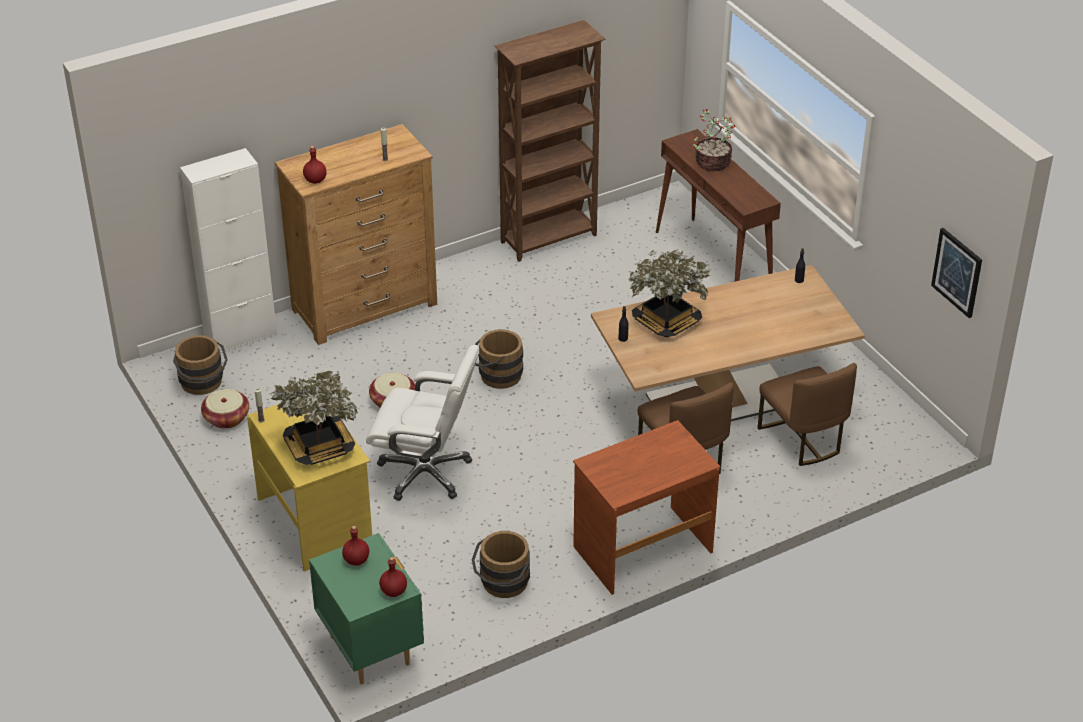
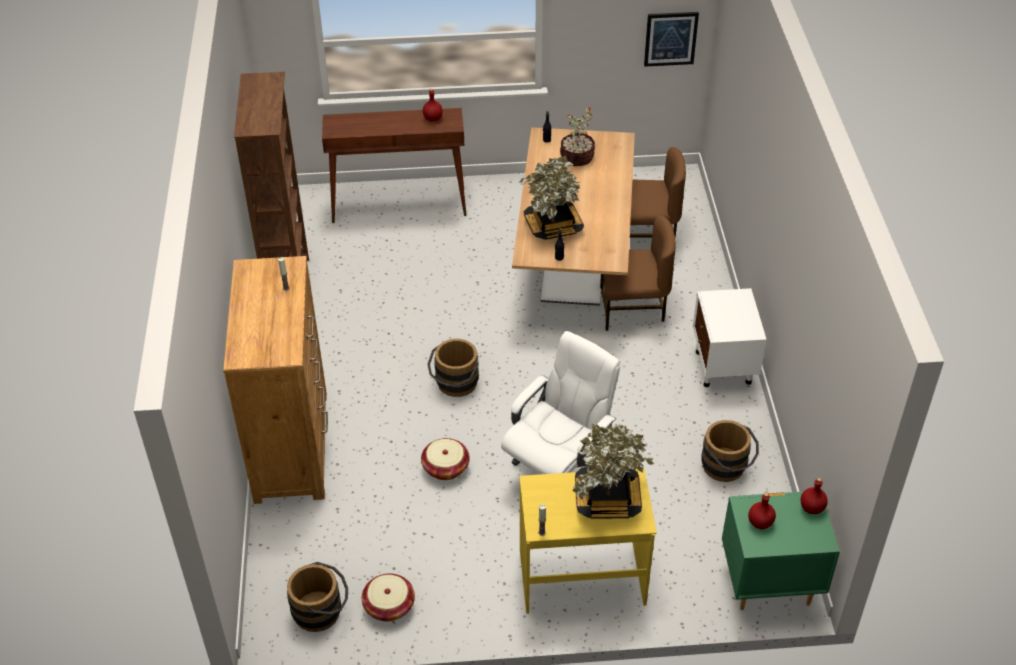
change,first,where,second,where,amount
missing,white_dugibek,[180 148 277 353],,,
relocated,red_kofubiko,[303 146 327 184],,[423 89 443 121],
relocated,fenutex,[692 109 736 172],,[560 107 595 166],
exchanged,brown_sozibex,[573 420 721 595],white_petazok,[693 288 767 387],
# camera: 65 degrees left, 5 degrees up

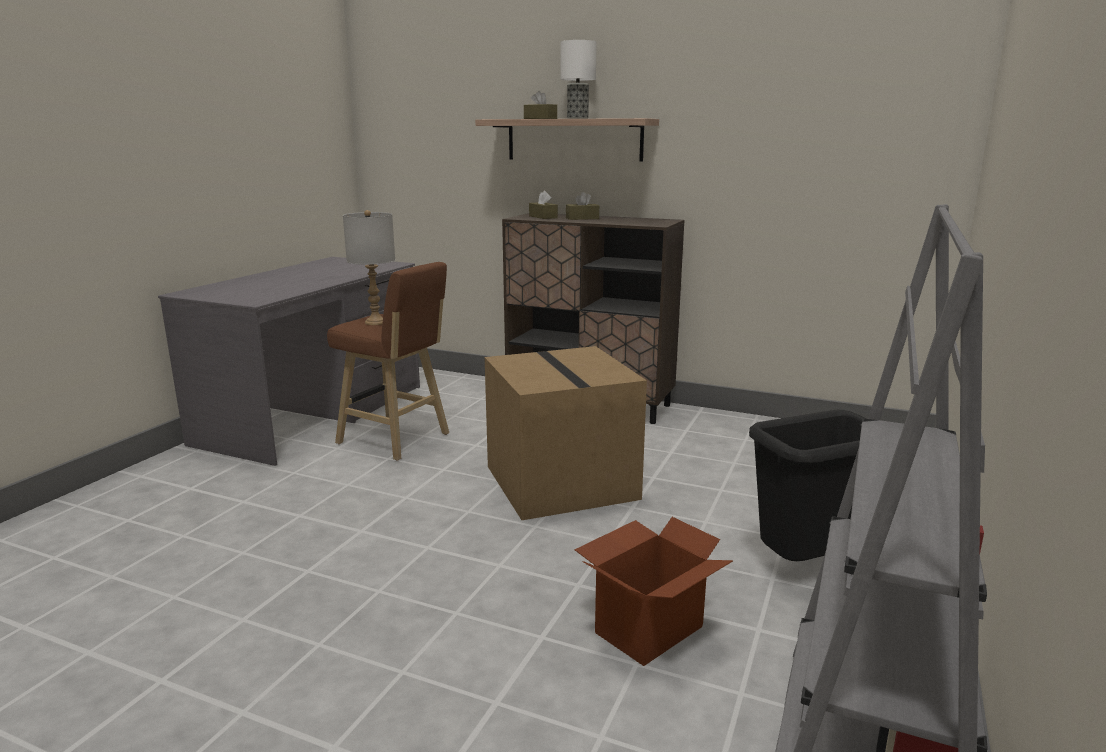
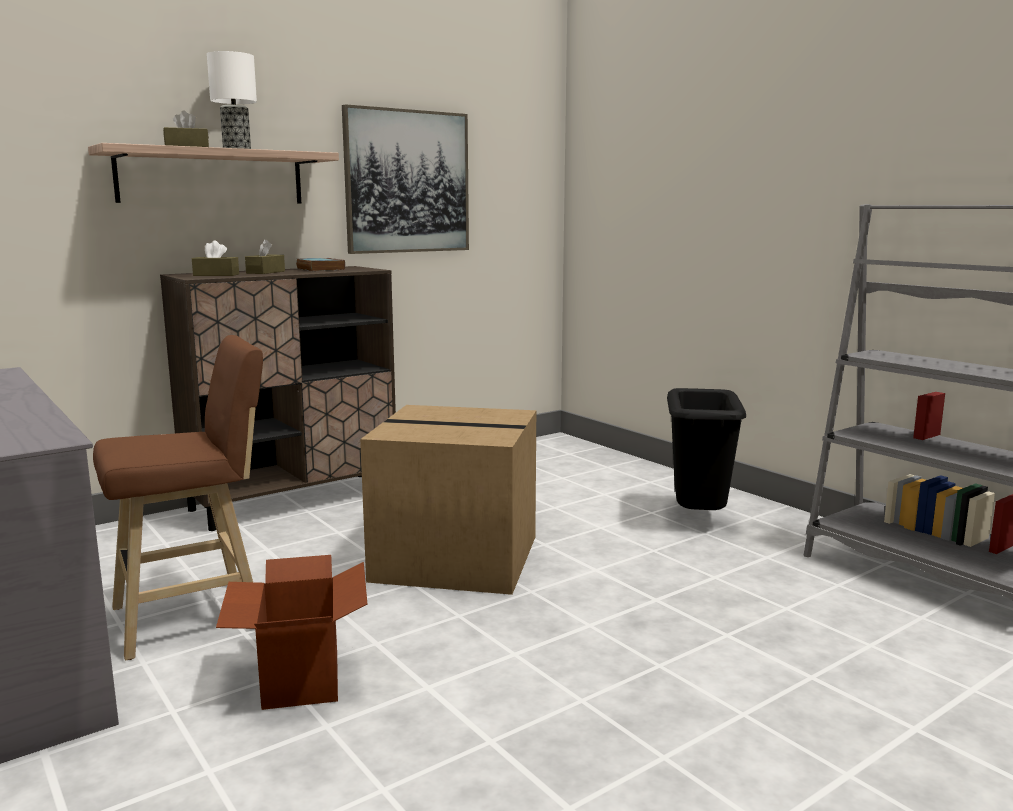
change,first,where,second,where,amount
missing,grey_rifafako,[343 210 395 325],,,
appeared,,,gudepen,[296 258 345 271],
appeared,,,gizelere,[342 104 469 254],
relocated,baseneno,[574 517 733 666],,[216 555 368 710],
# camera: 60 degrees left, 5 degrees down

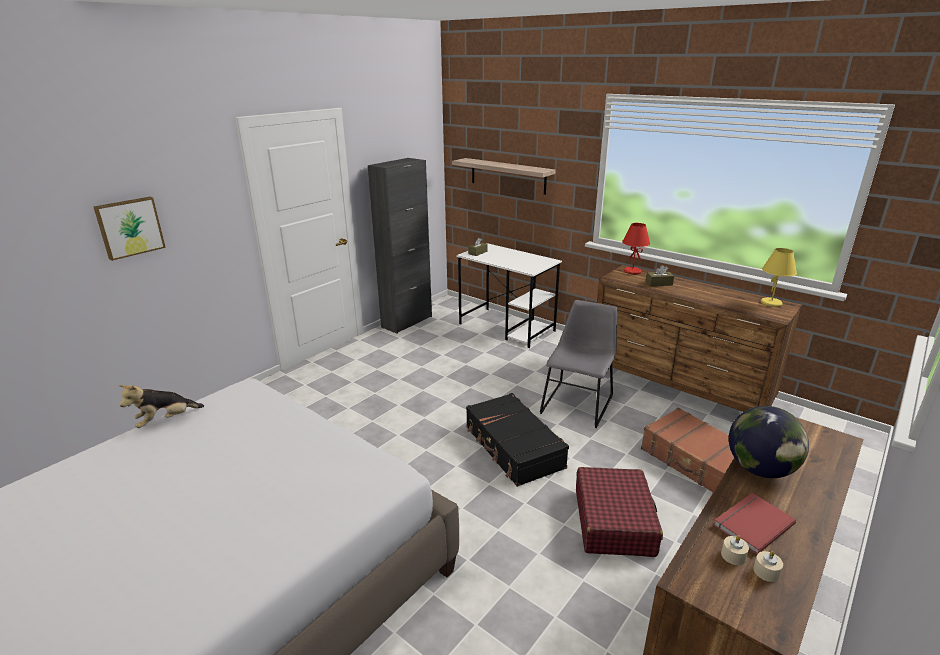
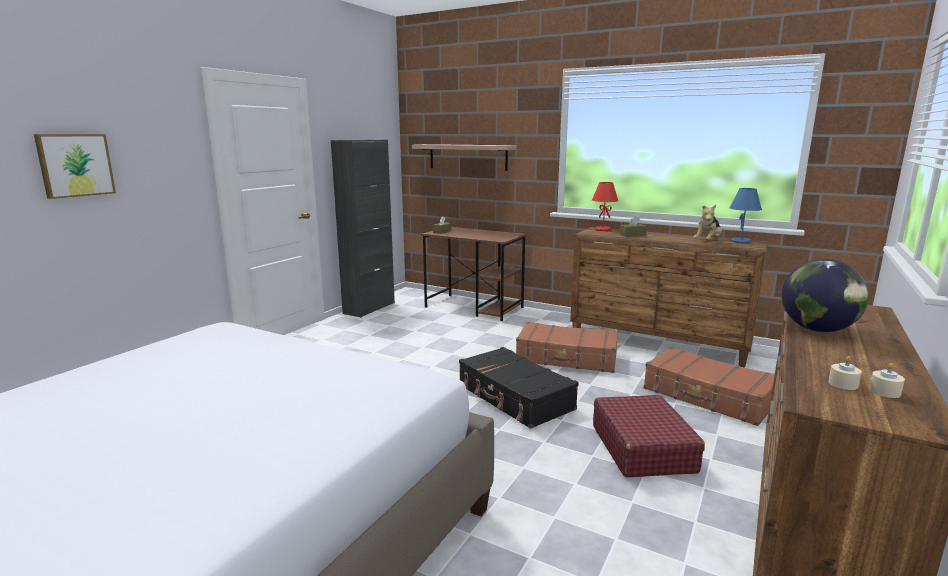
change,first,where,second,where,amount
missing,red_gudepen,[713 493 796 555],,,
relocated,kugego,[118 385 204 428],,[693 205 722 240],
exchanged,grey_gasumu,[540 300 617 428],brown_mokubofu,[516 322 618 373],
colour,white_sozibex,[456 243 562 348],brown_sozibex,[421 227 527 321],
colour,yellow_rifafako,[761 248 797 307],blue_rifafako,[729 188 762 243],
# camera: 10 degrees left, 10 degrees down

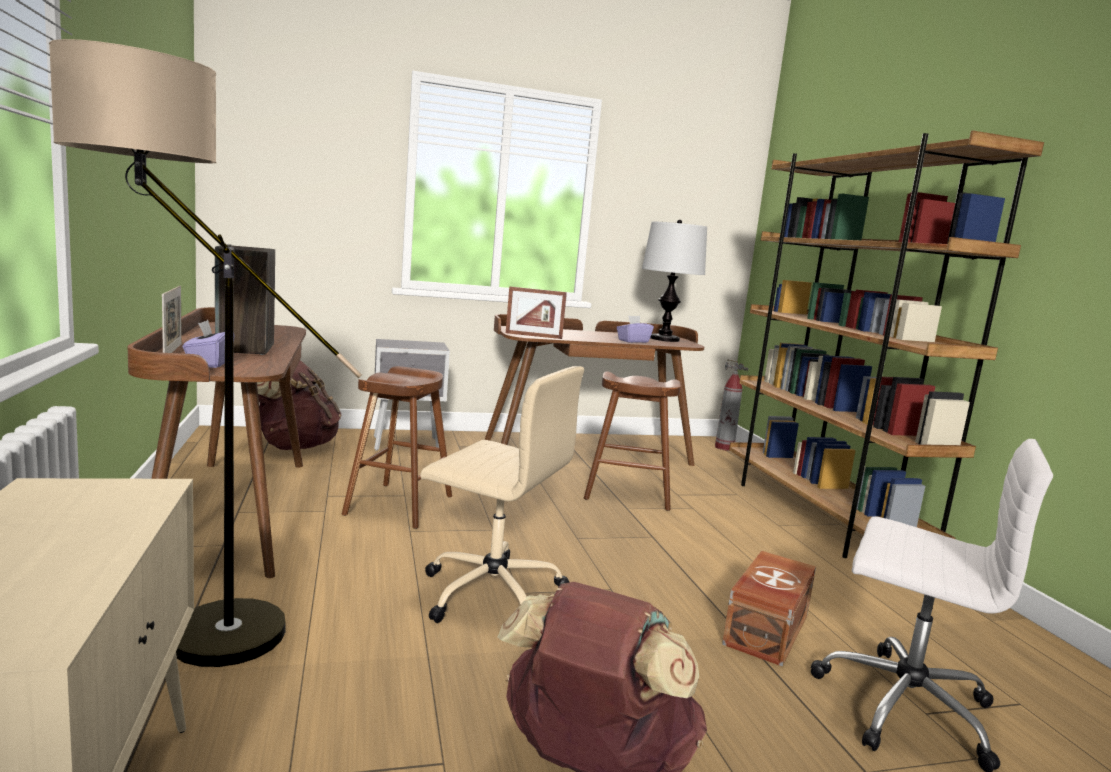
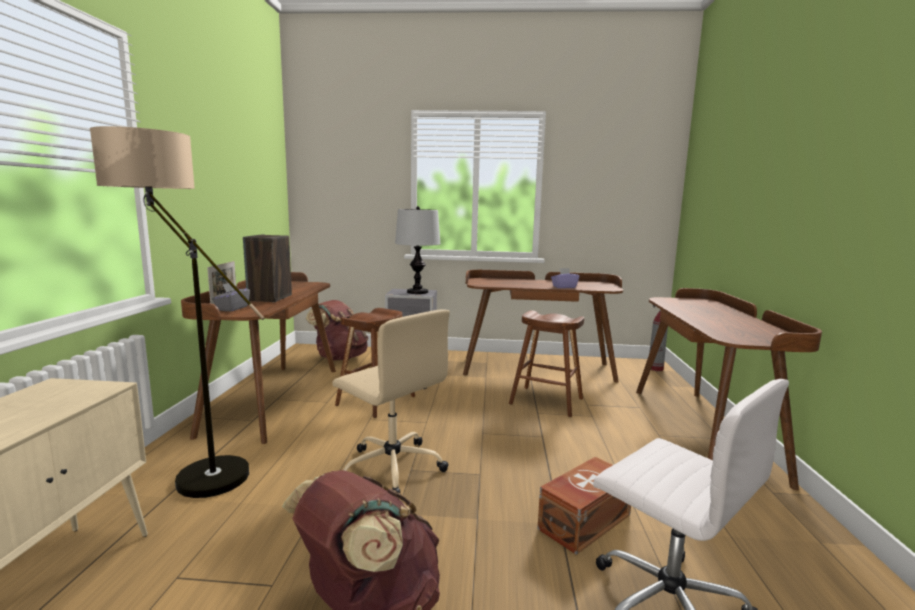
change,first,where,second,where,amount
missing,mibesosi,[506 286 567 339],,,
relocated,rifafako,[642 220 707 342],,[395 206 441 294],
exchanged,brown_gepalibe,[729 131 1044 558],brown_sozibex,[636 288 822 490],
colour,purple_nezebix,[183 320 235 368],grey_nezebix,[212 282 250 311],
# camera: 20 degrees right, 0 degrees up

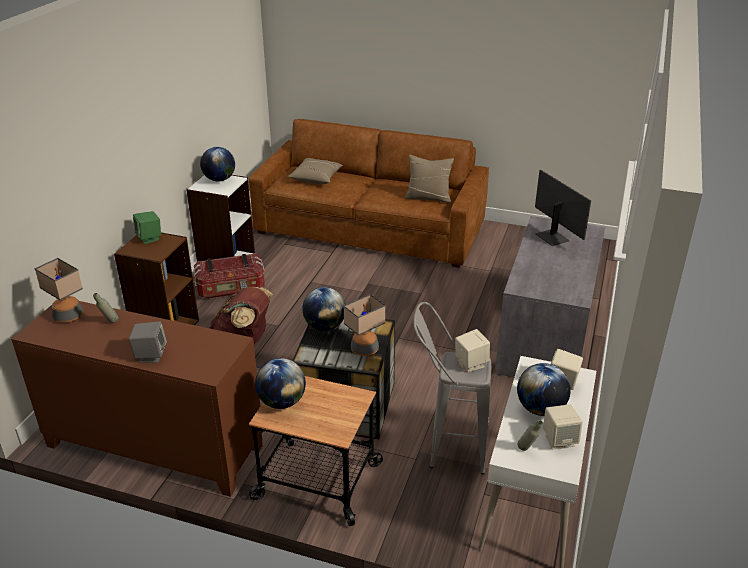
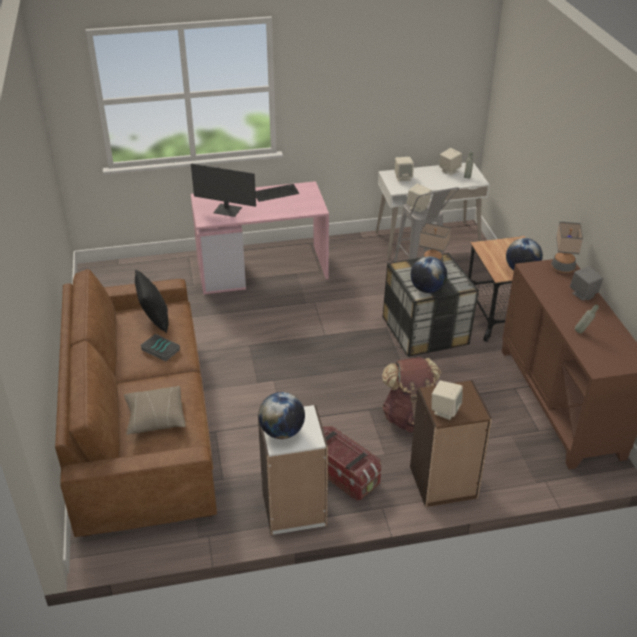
change,first,where,second,where,amount
missing,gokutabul,[517 363 571 416],,,
appeared,,,gudepen,[141 334 180 361],
appeared,,,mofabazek,[255 184 299 202],
relocated,rifafako,[35 258 83 323],,[551 222 583 273],
colour,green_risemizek,[133 211 161 244],beige_risemizek,[432 381 463 420],
colour,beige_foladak,[405 155 454 203],black_foladak,[135 269 168 333],
colour,grey_sozibex,[495 216 605 378],pink_sozibex,[191 181 329 294],
spun,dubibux,[535 170 591 246],,[191 163 256 217],105 degrees counterclockwise
# camera: 120 degrees left, 5 degrees up

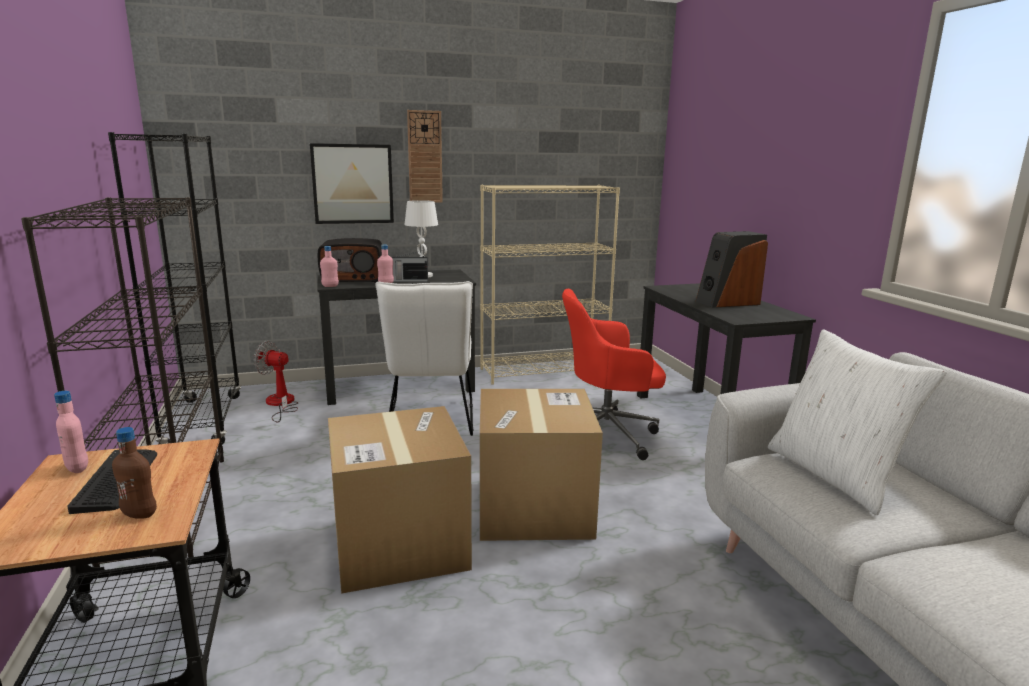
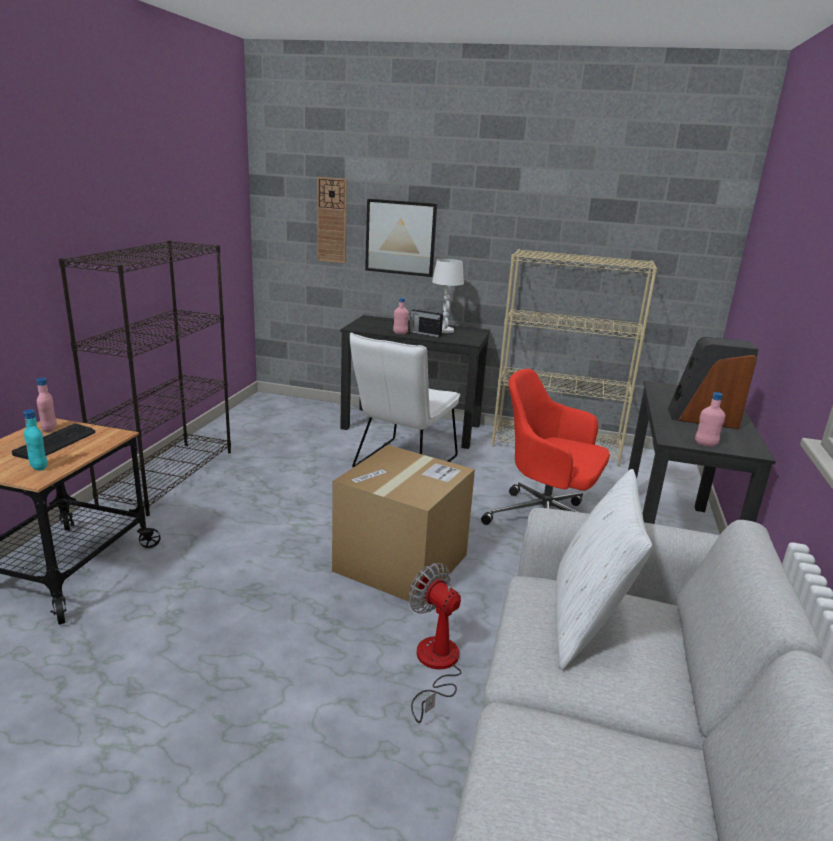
change,first,where,second,where,amount
missing,black_gepalibe,[108 132 241 445],,,
missing,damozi,[318 238 382 282],,,
missing,baseneno,[328 406 472 594],,,
relocated,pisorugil,[253 341 298 422],,[409 563 462 723],
relocated,pink_kofubiko,[320 246 339 287],,[695 392 725 447],
relocated,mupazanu,[407 110 443 203],,[317 177 347 263],
colour,brown_kofubiko,[112 427 157 519],turquoise_kofubiko,[24 410 47 471],
# camera: 30 degrees right, 5 degrees up

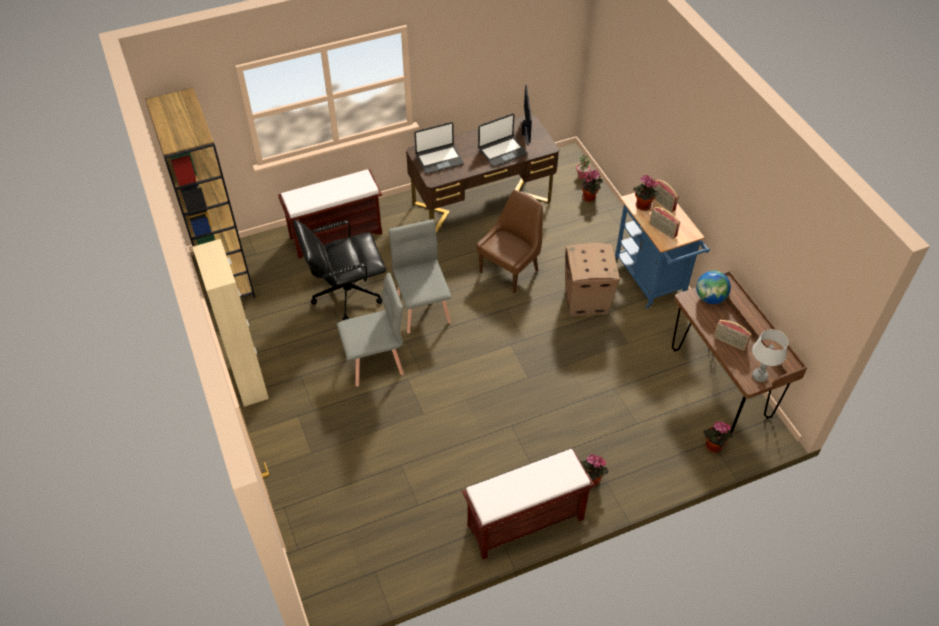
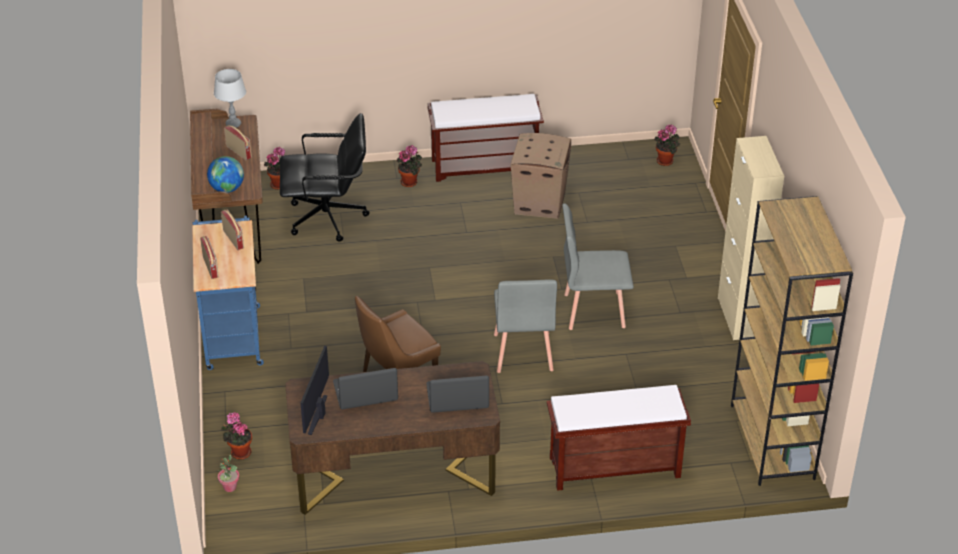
change,first,where,second,where,amount
relocated,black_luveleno,[293 220 386 320],,[280 113 369 242],
relocated,baseneno,[565 243 620 317],,[510 133 571 219],
relocated,fenutex,[633 175 659 211],,[654 124 680 166],
# camera: 165 degrees left, 10 degrees down

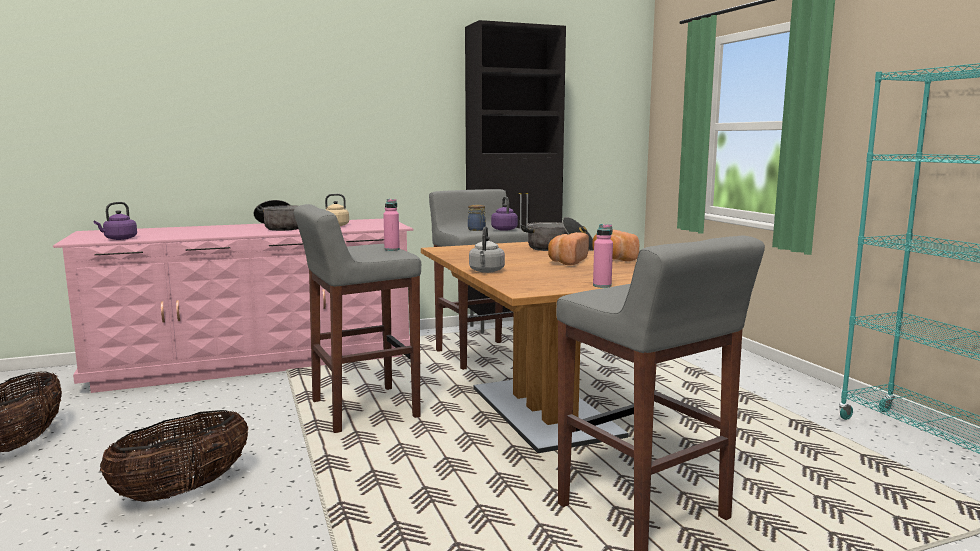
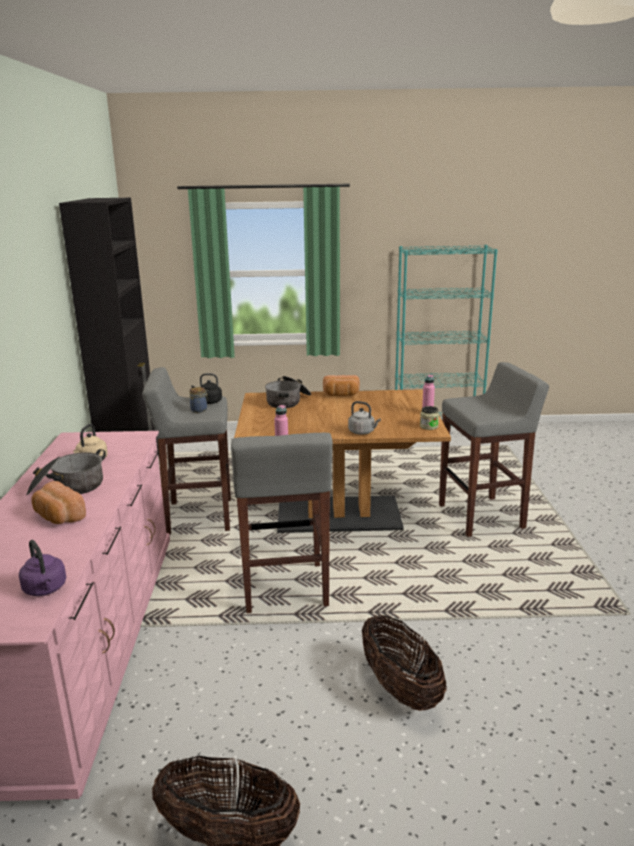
change,first,where,second,where,amount
appeared,,,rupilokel,[420 406 439 430],
relocated,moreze,[548 232 589 265],,[31 481 86 524],
colour,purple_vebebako,[491 196 518 231],black_vebebako,[192 373 222 404],
# camera: 70 degrees left, 10 degrees up

